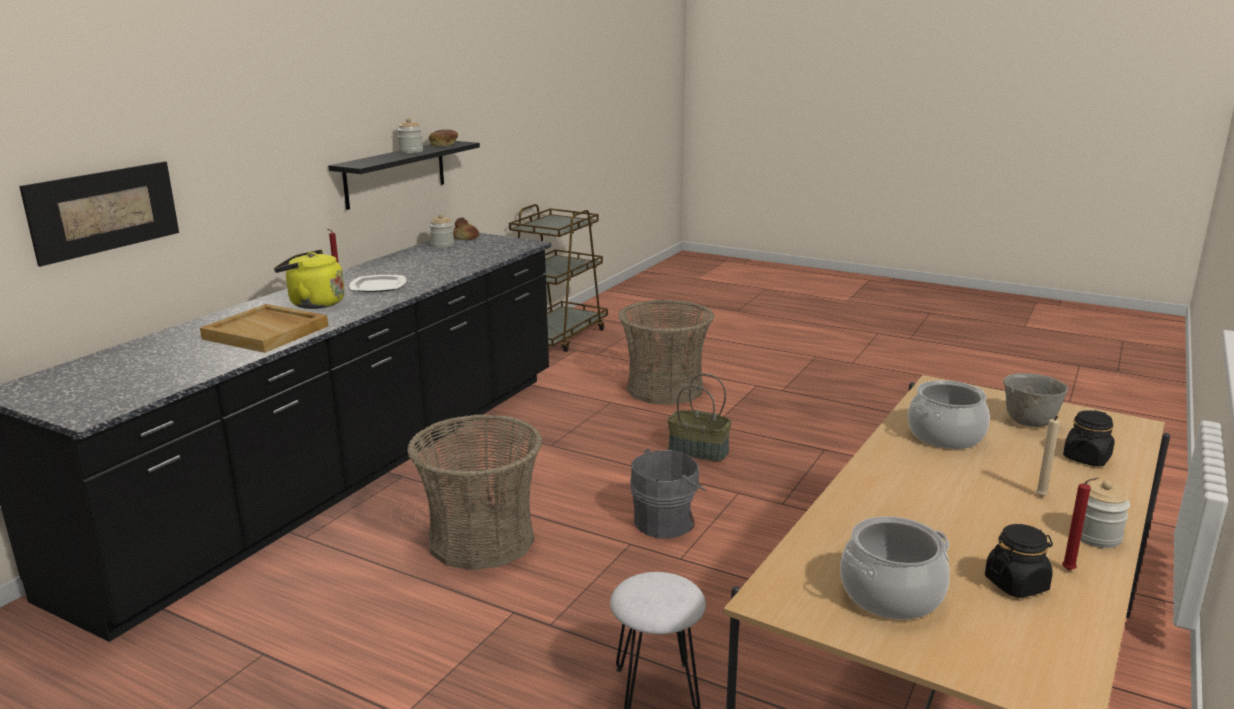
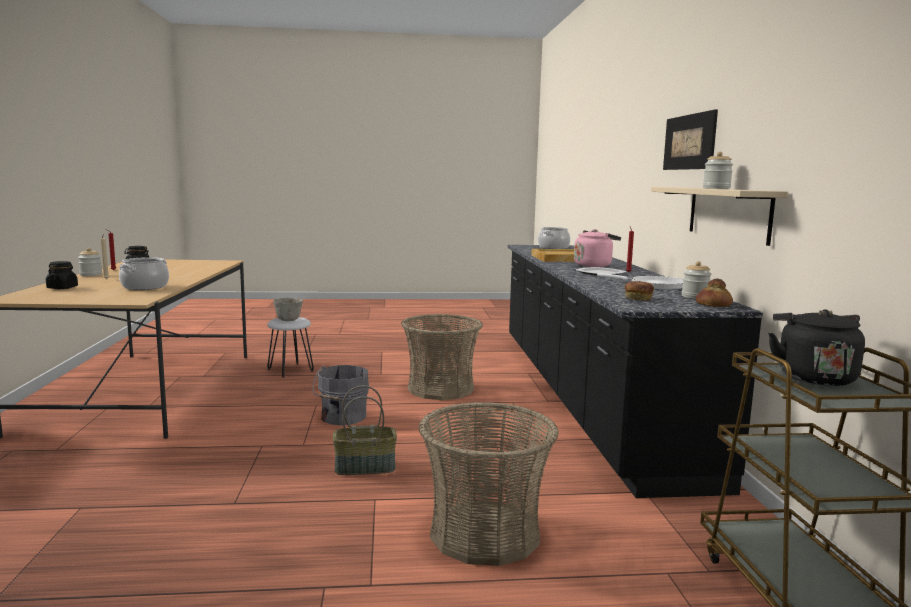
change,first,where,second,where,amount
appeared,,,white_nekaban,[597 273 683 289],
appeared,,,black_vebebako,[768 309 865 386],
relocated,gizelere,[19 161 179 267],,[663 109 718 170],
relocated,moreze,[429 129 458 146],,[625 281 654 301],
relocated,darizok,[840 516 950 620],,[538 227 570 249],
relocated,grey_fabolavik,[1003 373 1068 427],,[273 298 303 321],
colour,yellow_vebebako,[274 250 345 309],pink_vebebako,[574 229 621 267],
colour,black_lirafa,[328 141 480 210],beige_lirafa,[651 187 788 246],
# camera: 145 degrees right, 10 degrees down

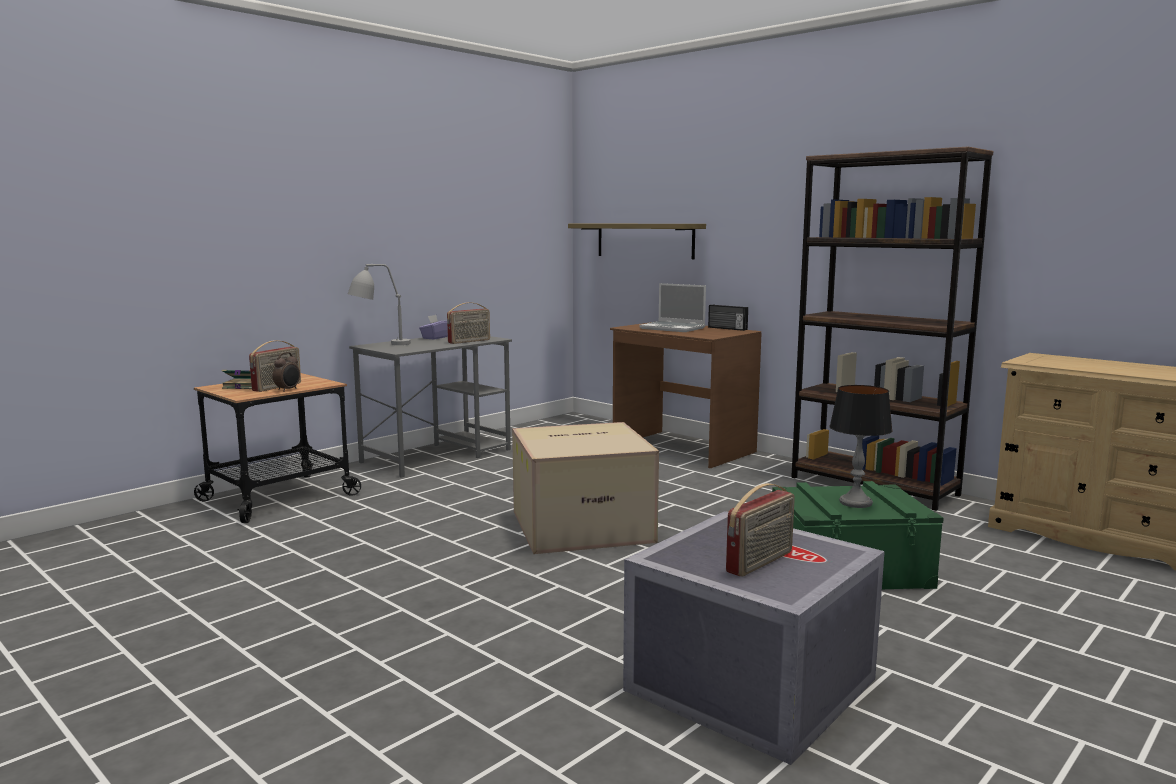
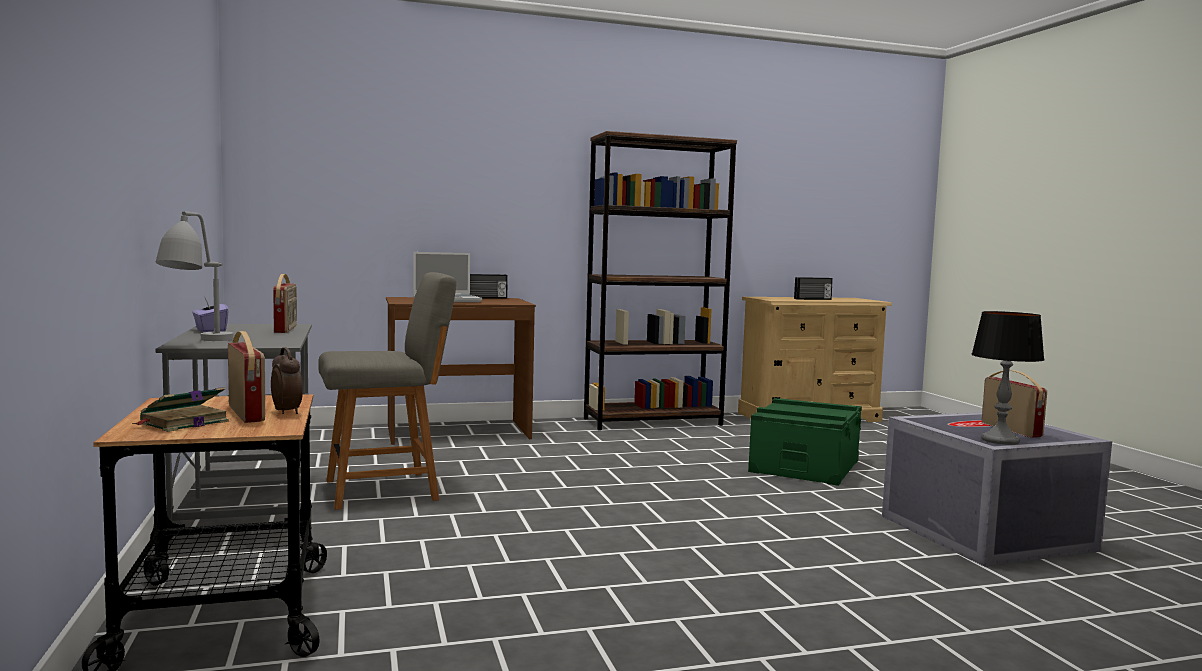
change,first,where,second,where,amount
missing,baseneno,[512 422 659 554],,,
missing,lirafa,[568 224 706 259],,,
appeared,,,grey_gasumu,[318 272 456 510],
appeared,,,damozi,[794 277 833 300],
relocated,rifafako,[830 385 893 508],,[971 311 1045 445],
# camera: 60 degrees left, 5 degrees down

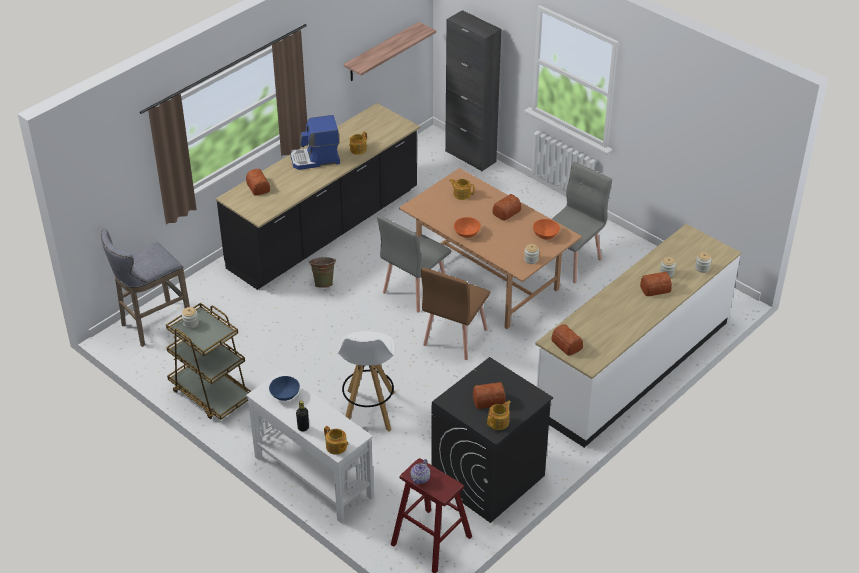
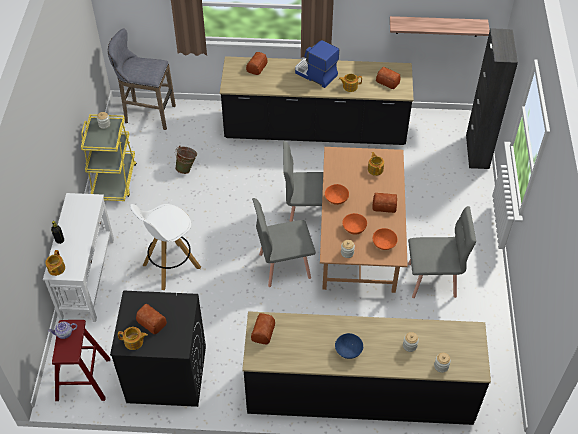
change,first,where,second,where,amount
appeared,,,orange_fabolavik,[342 213 367 235],
relocated,blue_fabolavik,[269 376 300 401],,[335 333 363 359],
relocated,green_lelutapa,[309 257 336 288],,[175 146 197 174],
relocated,moreze,[640 272 672 296],,[376 67 400 89],
colour,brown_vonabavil,[166 303 251 420],yellow_vonabavil,[81 114 137 201],
colour,brown_gasumu,[421 268 490 360],grey_gasumu,[252 198 316 287],
colour,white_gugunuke,[535 224 741 448],black_gugunuke,[242 311 491 425],
# camera: 50 degrees right, 10 degrees up

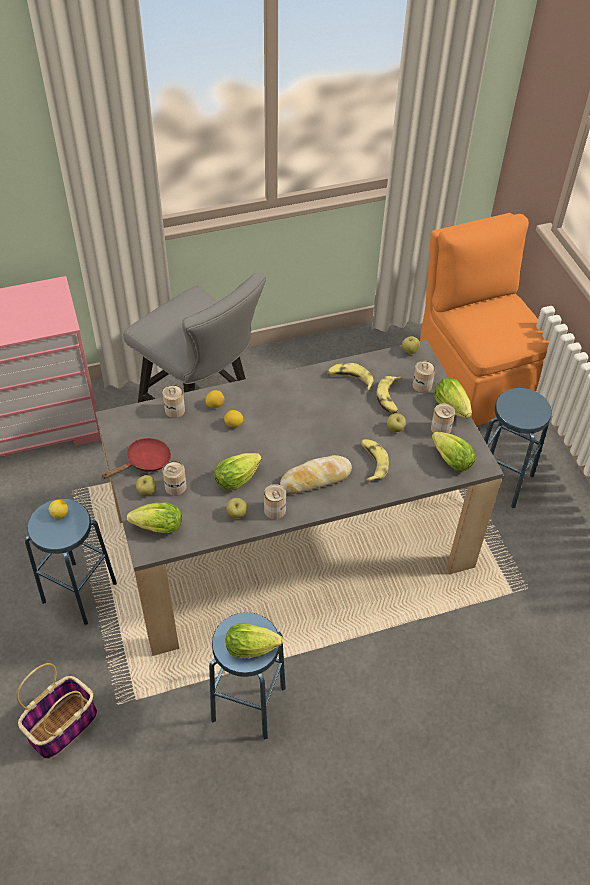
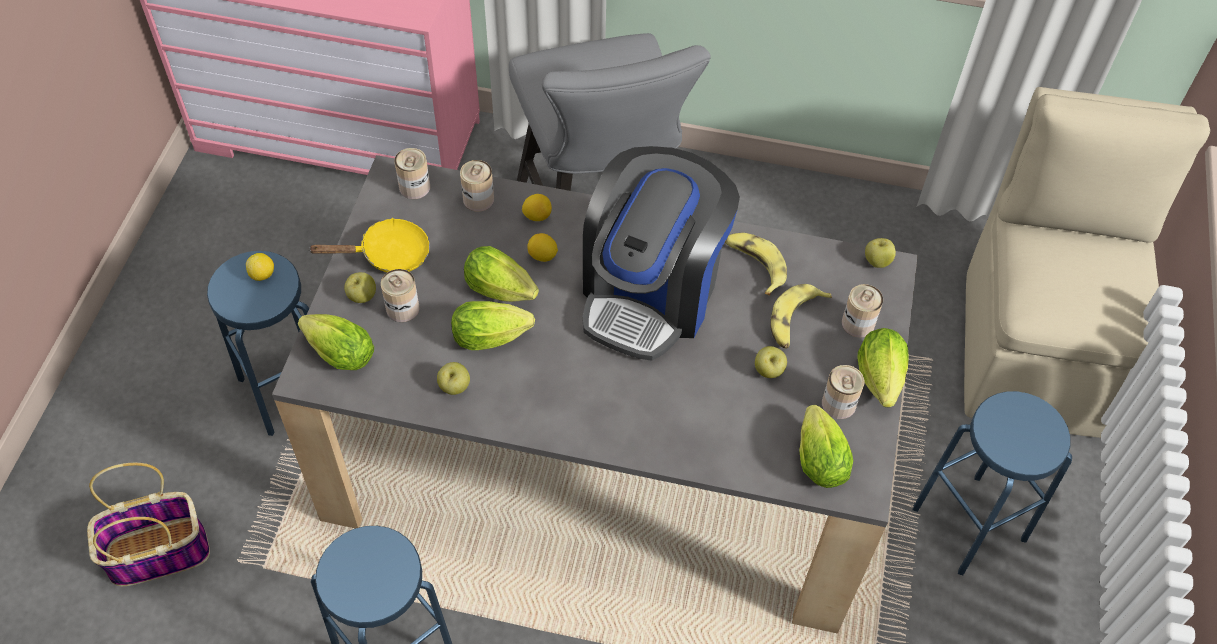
change,first,where,second,where,amount
missing,moreze,[280 455 352 494],,,
missing,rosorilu,[360 439 389 482],,,
appeared,,,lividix,[583 146 740 361],
relocated,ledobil,[226 623 283 658],,[464 246 539 302],
relocated,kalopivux,[264 484 286 520],,[394 148 430 199],
colour,red_nekaban,[101 438 171 479],yellow_nekaban,[308 218 430 273],
colour,orange_gasumu,[420 213 549 426],beige_gasumu,[964 87 1210 438],
# camera: 30 degrees right, 5 degrees up

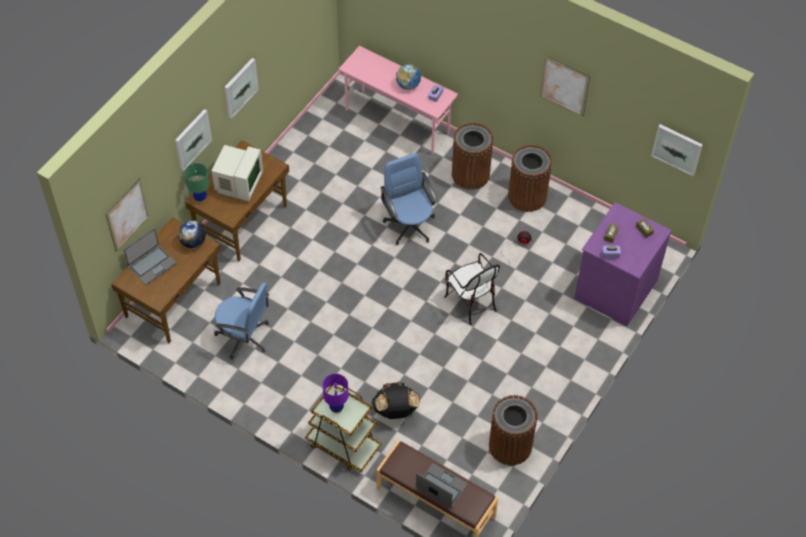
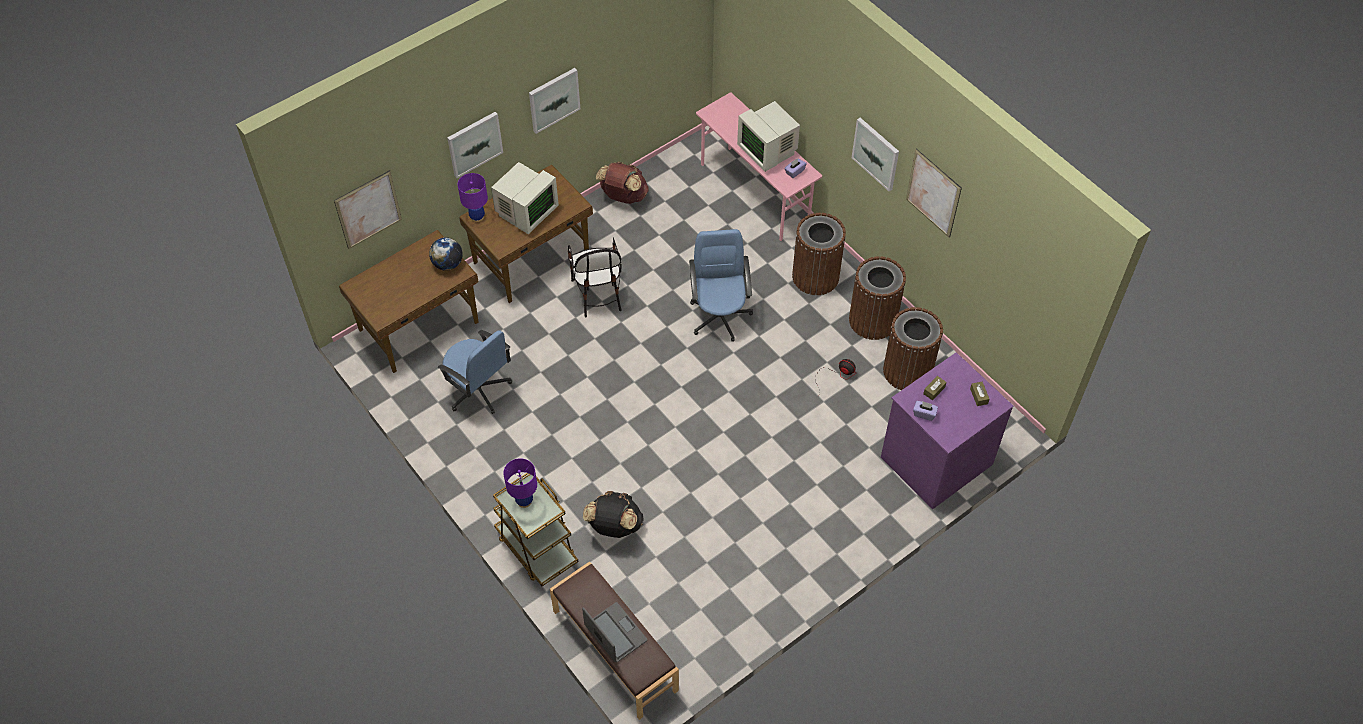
change,first,where,second,where,amount
missing,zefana,[124 228 176 285],,,
appeared,,,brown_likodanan,[596 162 649 204],
relocated,gasumu,[444 253 500 325],,[568 237 622 318],
relocated,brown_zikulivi,[489 395 538 465],,[883 307 943 390],
relocated,gizelere,[651 124 703 176],,[852 118 899 191],
exchanged,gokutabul,[396 64 421 90],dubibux,[737 101 800 172],
colour,green_rifafako,[184 163 209 203],purple_rifafako,[458 173 488 222],
# camera: 20 degrees right, 0 degrees up

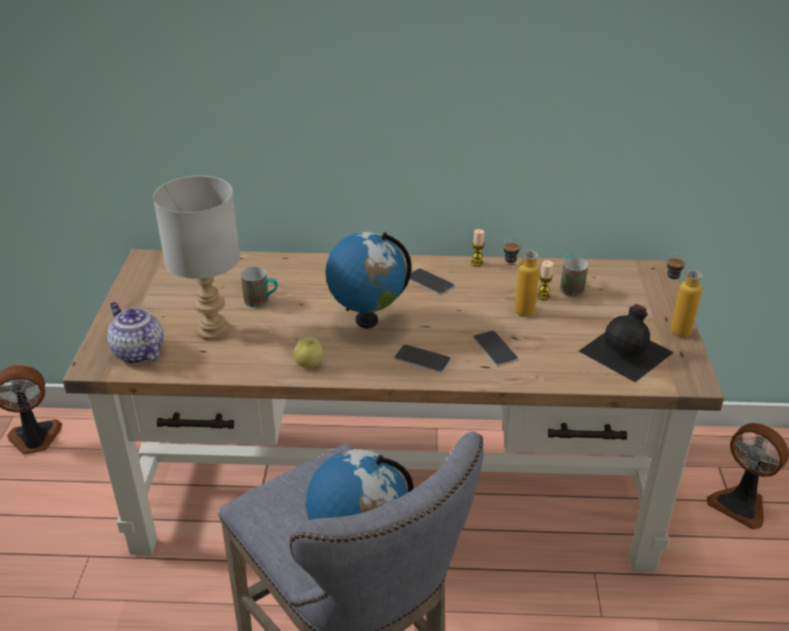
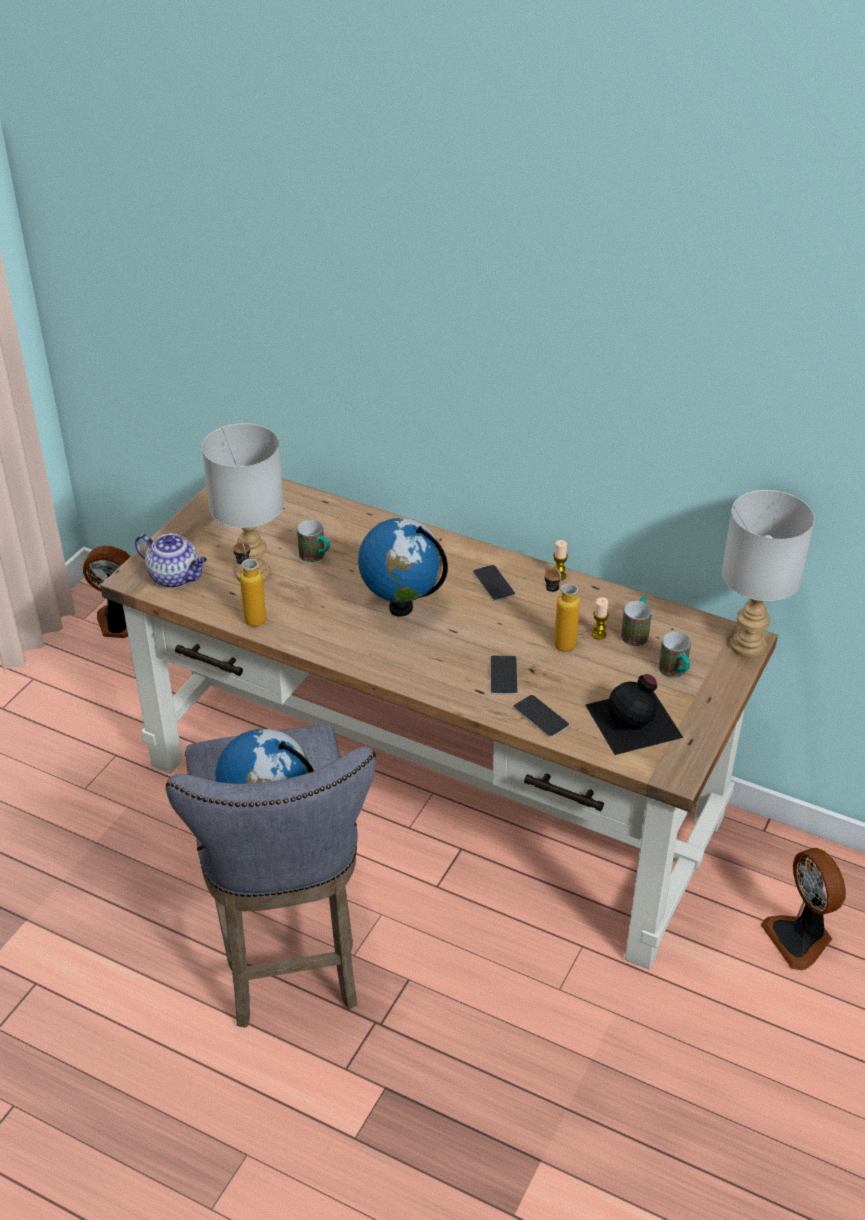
change,first,where,second,where,amount
missing,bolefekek,[293 337 323 368],,,
appeared,,,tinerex,[658 632 691 678],
appeared,,,grey_rifafako,[722 490 814 658],
relocated,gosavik,[394 344 451 373],,[513 695 570 738],
relocated,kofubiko,[667 253 703 337],,[233 538 266 627],
spun,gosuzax,[107 302 164 364],,[135 534 207 588],135 degrees clockwise
# camera: 25 degrees right, 5 degrees up

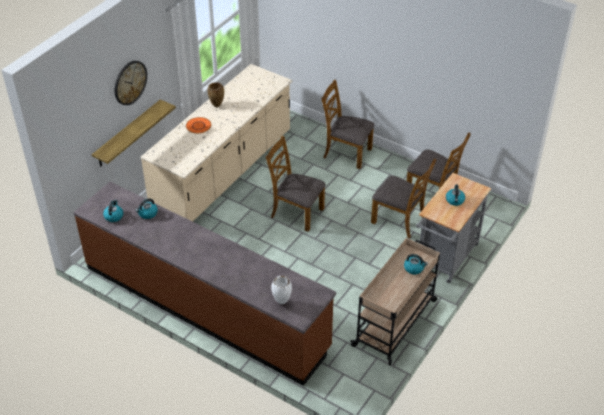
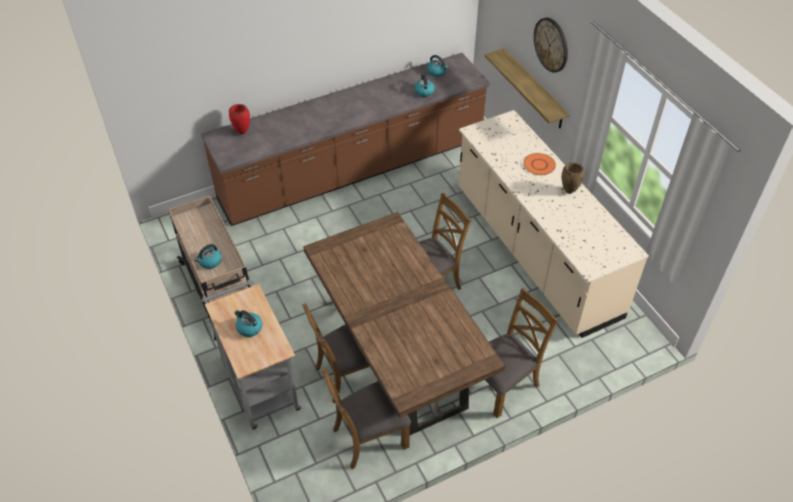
change,first,where,second,where,amount
appeared,,,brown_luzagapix,[303 212 505 435],
colour,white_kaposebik,[271 276 292 304],red_kaposebik,[229 104 250 135],
# camera: 120 degrees right, 5 degrees up

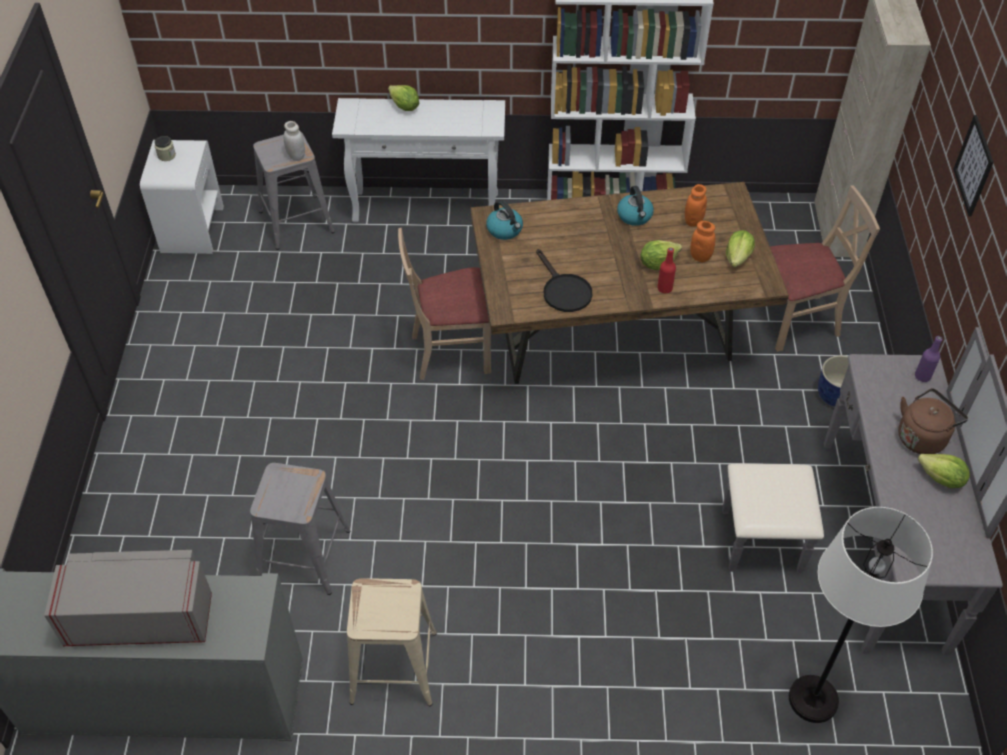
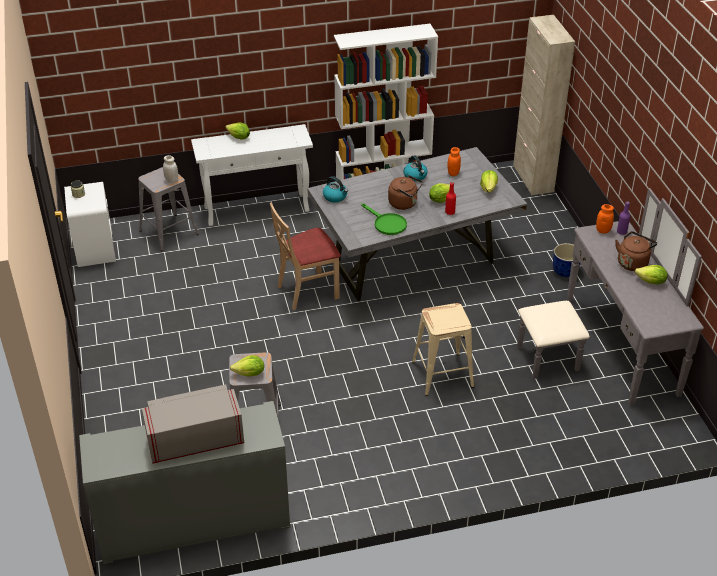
change,first,where,second,where,amount
missing,beige_gasumu,[770 185 880 352],,,
missing,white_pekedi,[789 507 933 723],,,
missing,gizelere,[953 115 994 216],,,
appeared,,,ledobil,[230 355 264 377],
appeared,,,brown_vebebako,[388 175 423 210],
relocated,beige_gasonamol,[347 578 437 707],,[412 303 474 396],
relocated,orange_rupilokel,[690 221 715 262],,[596 204 614 234],
colour,brown_luzagapix,[470 182 789 384],grey_luzagapix,[307 147 527 301],
colour,black_nekaban,[536 249 592 312],green_nekaban,[361 203 407 235],
# camera: 15 degrees left, 10 degrees down

